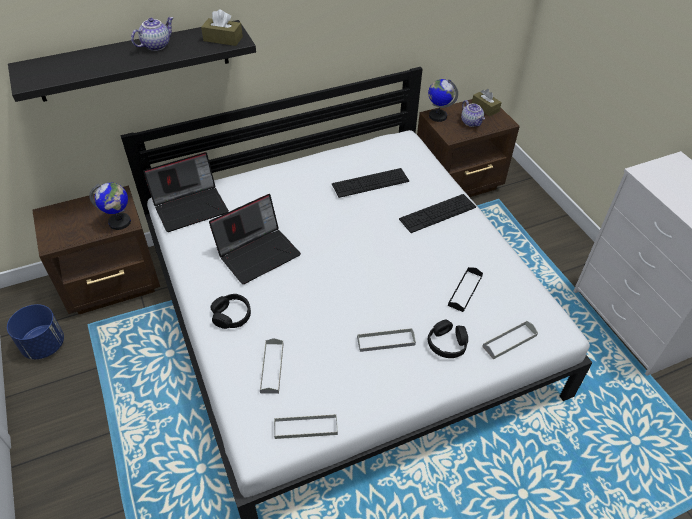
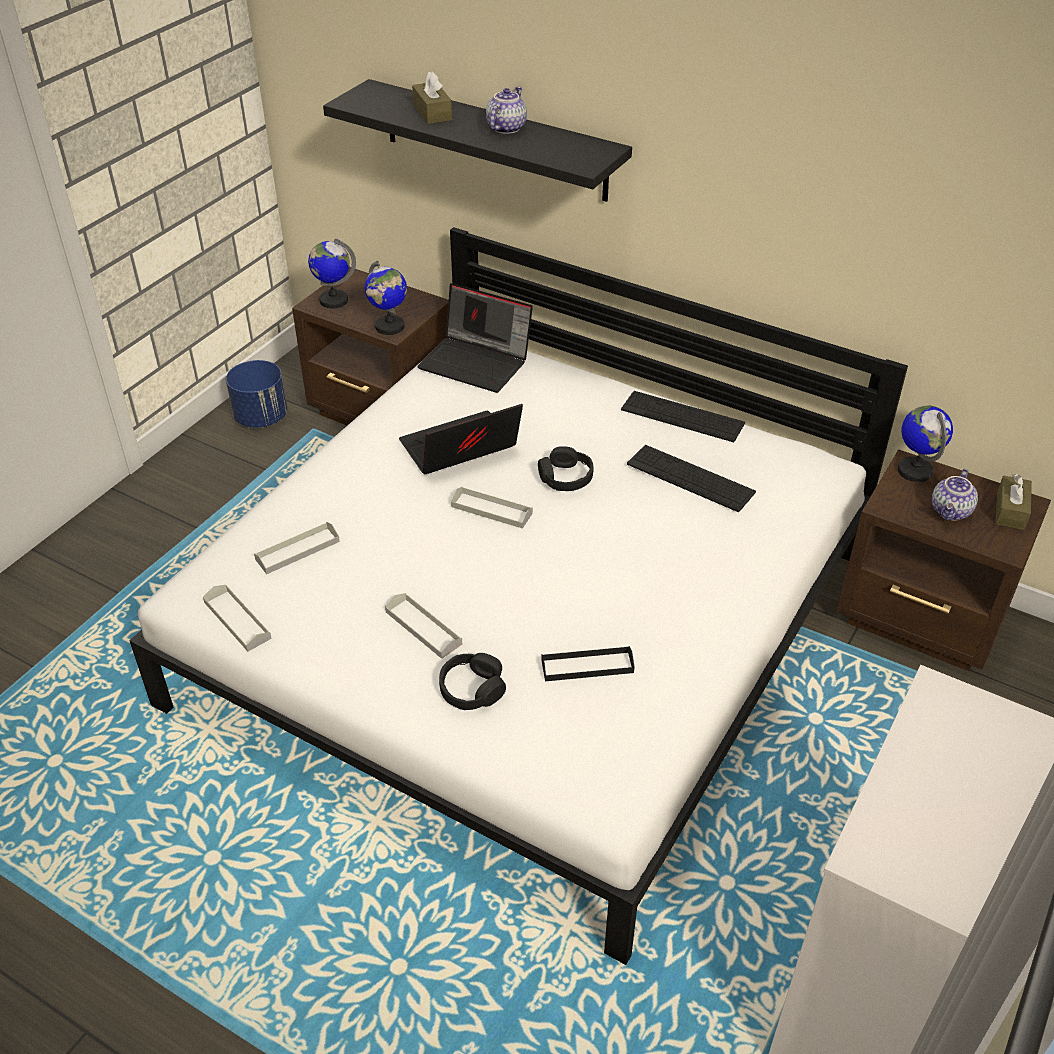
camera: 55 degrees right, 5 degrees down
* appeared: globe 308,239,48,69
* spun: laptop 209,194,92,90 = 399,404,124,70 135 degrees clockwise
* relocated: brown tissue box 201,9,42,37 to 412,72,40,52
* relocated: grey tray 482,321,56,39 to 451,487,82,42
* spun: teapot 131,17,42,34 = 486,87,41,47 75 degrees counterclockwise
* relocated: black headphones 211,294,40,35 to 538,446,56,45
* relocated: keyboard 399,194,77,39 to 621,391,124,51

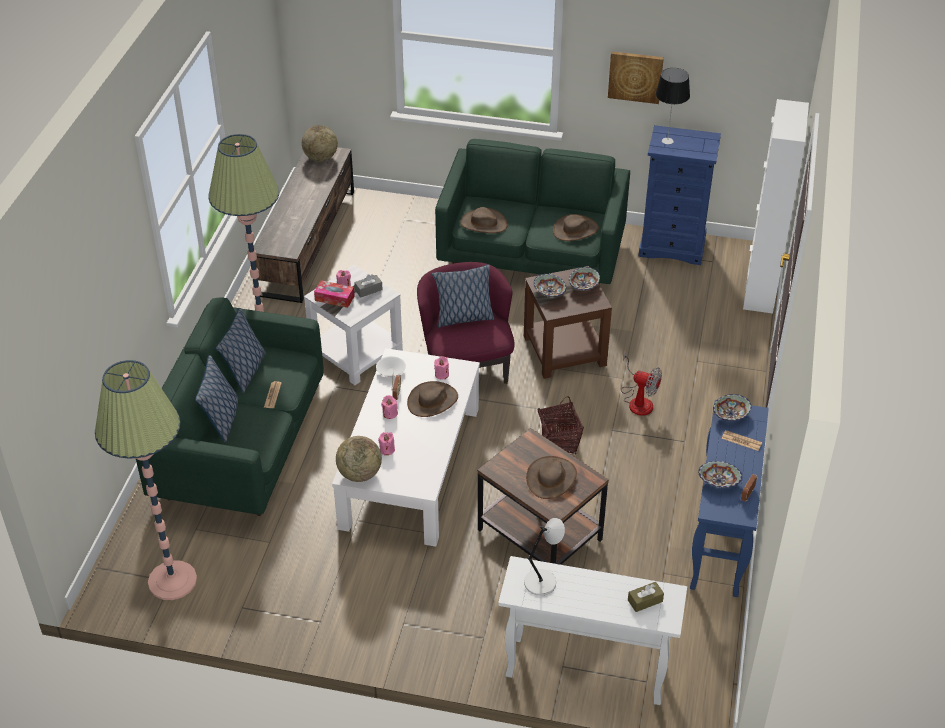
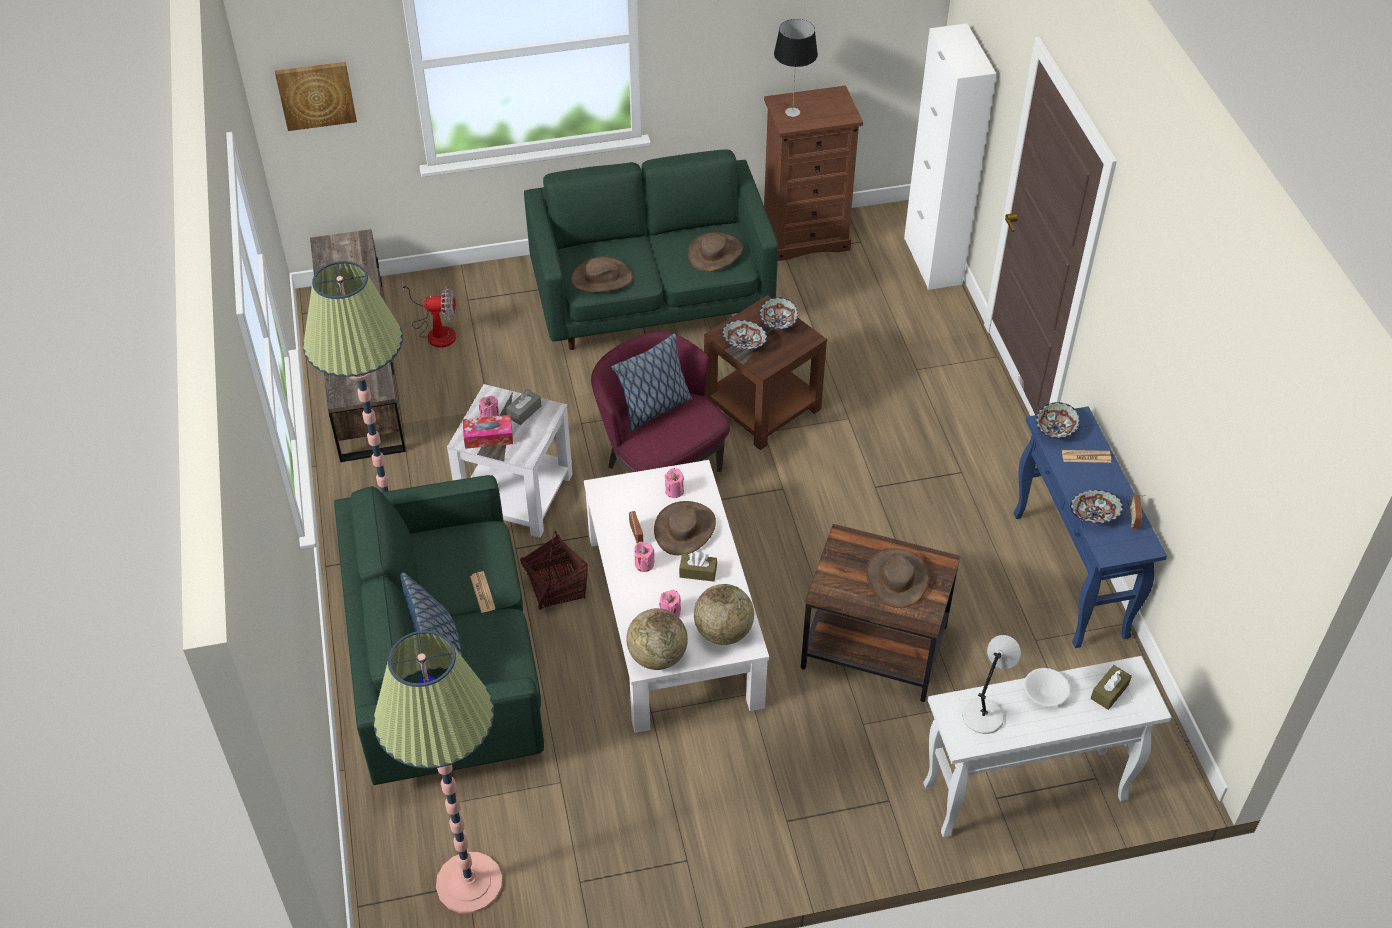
camera: 25 degrees left, 5 degrees up
* relocated: picture 608,51,56,53 to 275,62,82,69
* relocated: fan 621,351,41,65 to 402,280,54,68
* relocated: basket 538,396,46,59 to 520,531,68,79
* appeared: brown tissue box 679,552,38,30
* relocated: globe 302,125,36,37 to 694,584,60,61
* colour: blue dresser 638,125,83,140 to brown dresser 764,85,99,176
* relocated: white bowl 376,356,30,21 to 1024,668,46,38
* missing: pillow 216,308,50,85

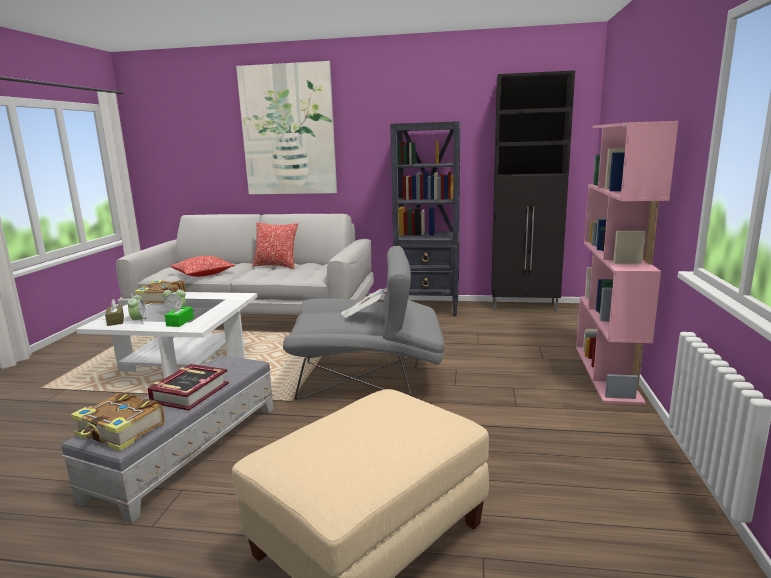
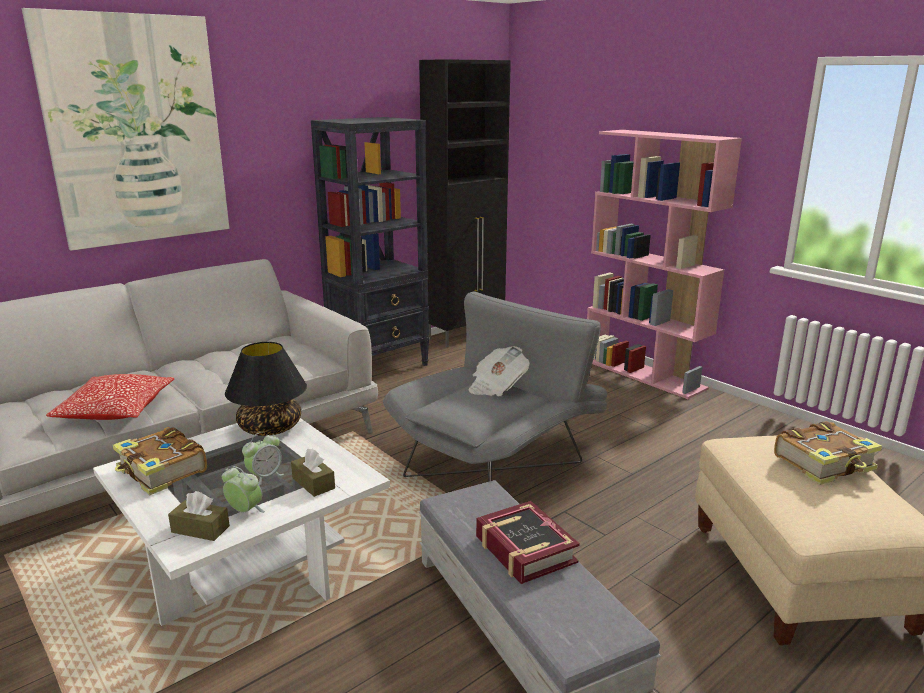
camera: 50 degrees left, 5 degrees up
* appeared: black table lamp 225,342,82,94
* colour: green tissue box 165,300,29,27 to brown tissue box 291,449,44,48
* relocated: book 70,392,95,59 to 774,421,108,64
* missing: pillow 252,222,46,47

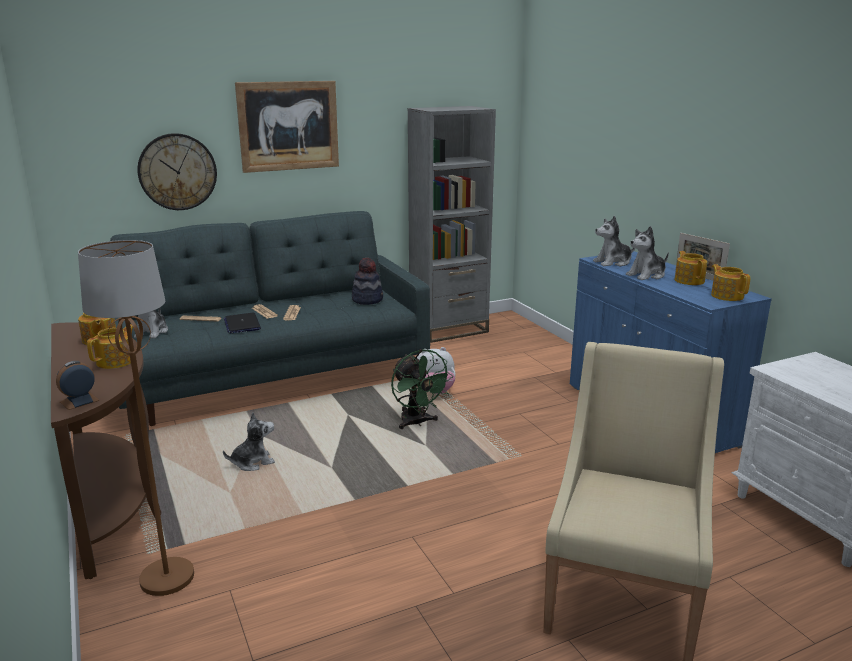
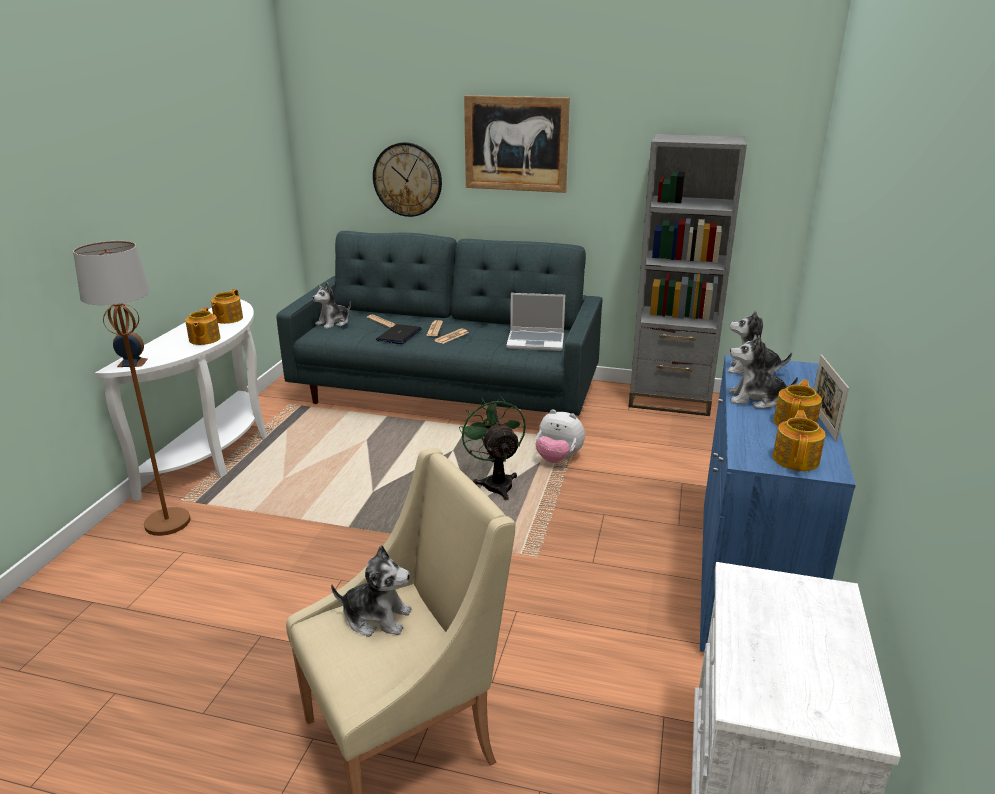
camera: 40 degrees right, 5 degrees up
* colour: brown console table 51,322,110,257 to white console table 95,299,172,202
* spun: teapot 87,324,46,45 = 185,307,35,38 105 degrees clockwise
* relocated: plush toy 223,412,52,59 to 331,545,81,92
* spun: green fan 391,349,62,80 = 459,397,67,103 150 degrees clockwise
* exchanged: hat 352,258,31,47 to laptop 506,293,59,58

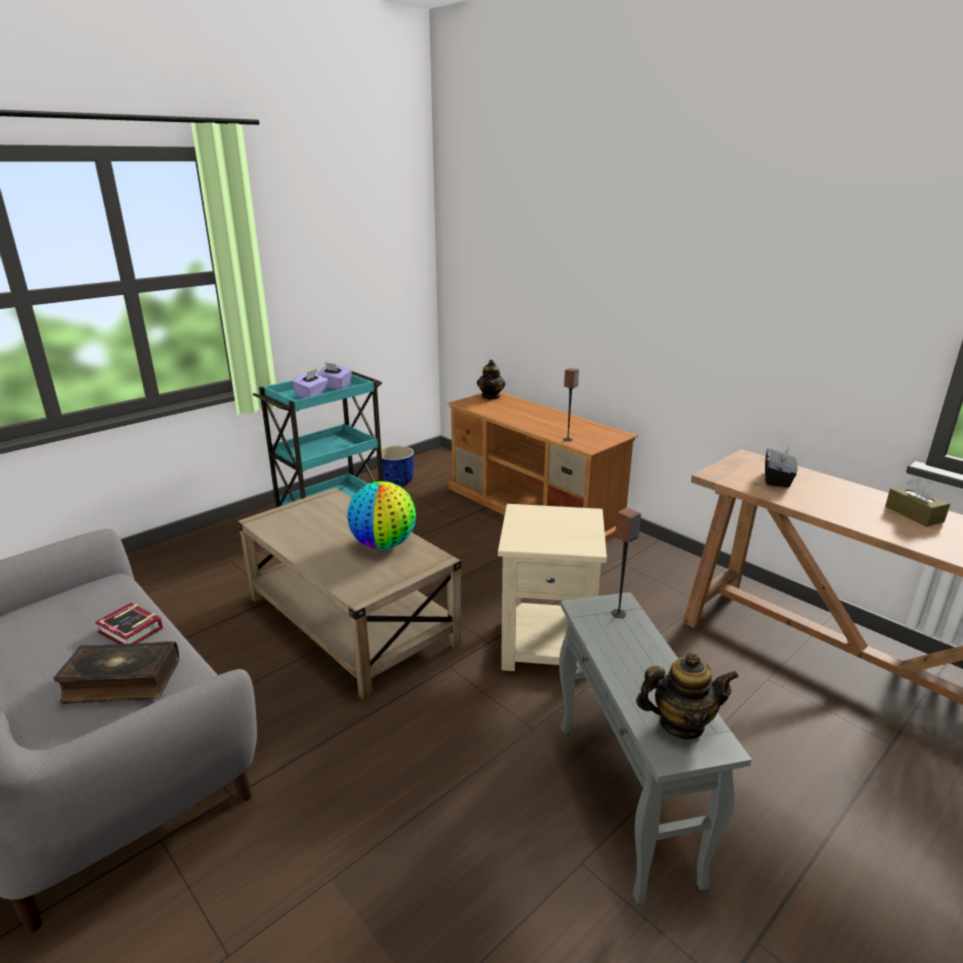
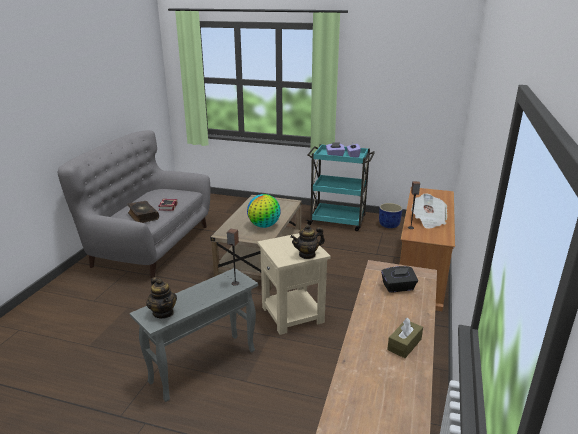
camera: 60 degrees right, 0 degrees up
* relocated: teapot 477,360,29,40 to 290,224,35,35
* appeared: newspaper 411,194,36,35

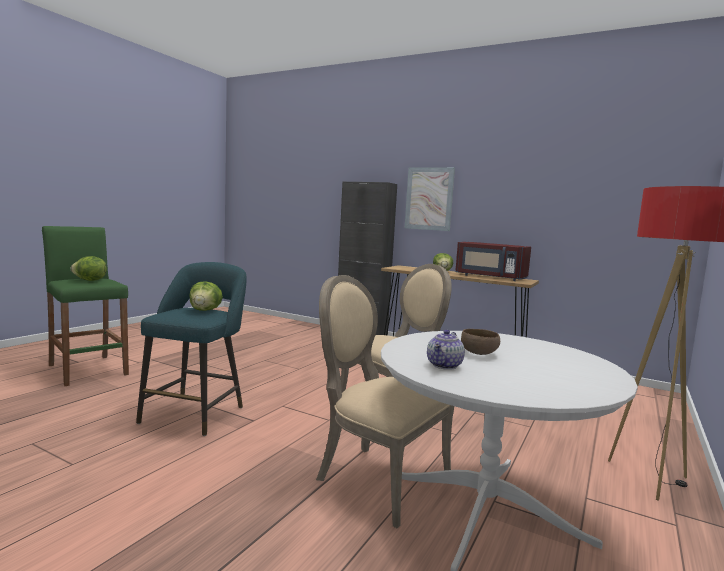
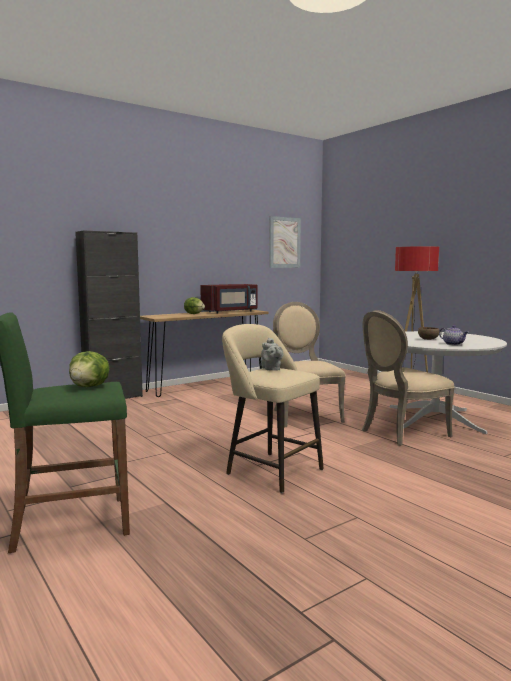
camera: 65 degrees left, 0 degrees up
* colour: turquoise stool 136,262,111,174 to beige stool 222,324,102,169
* exchanged: lettuce 189,281,34,30 to grey teapot 261,338,22,33
* relocated: picture 405,167,50,64 to 269,216,32,52

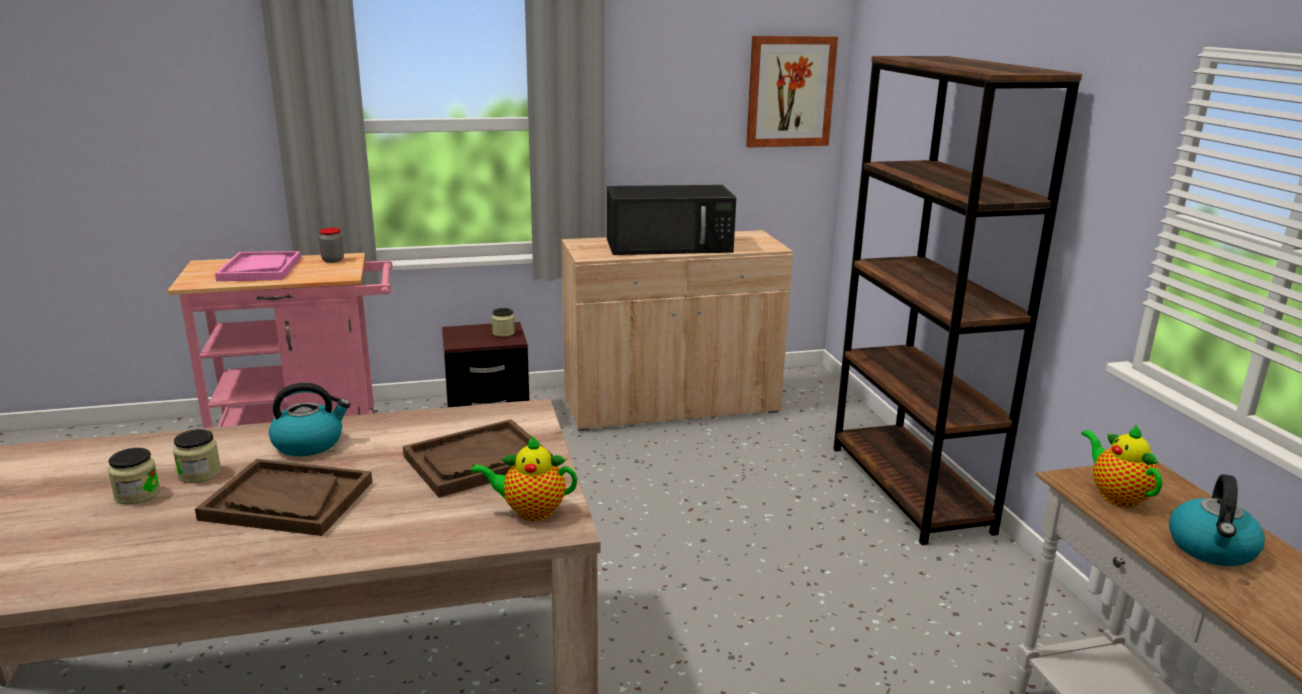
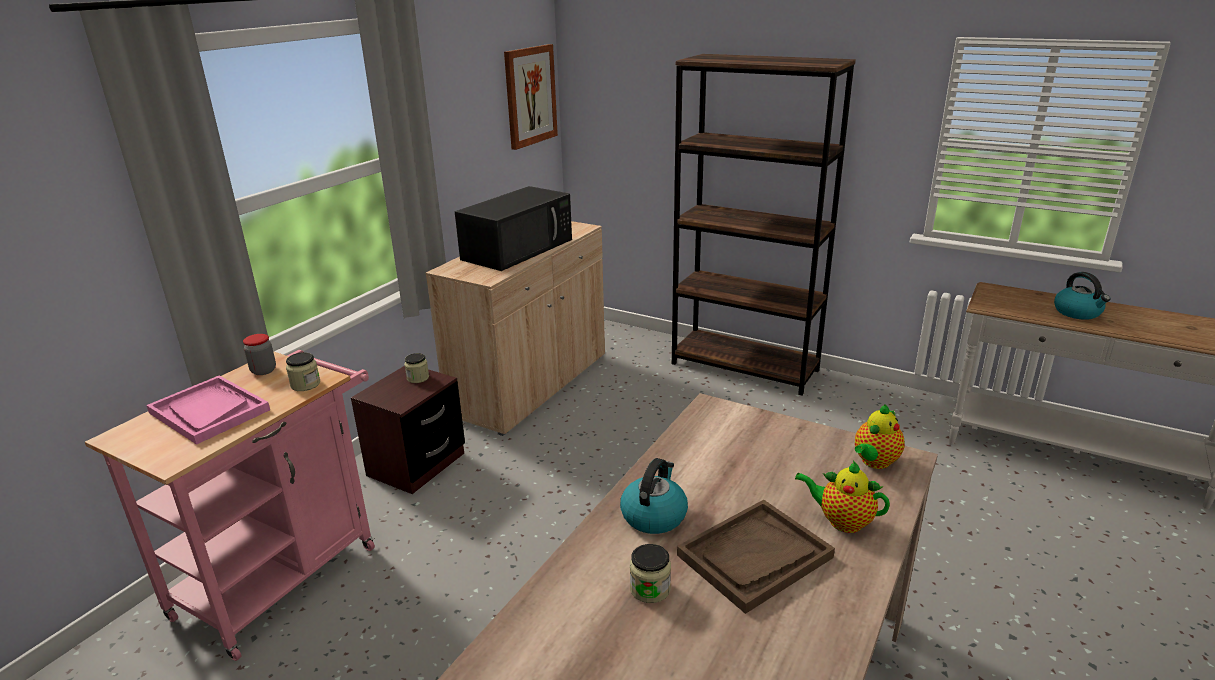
camera: 45 degrees left, 5 degrees up
* relocated: jar 108,448,52,56 to 286,352,34,39
* relocated: teapot 1081,424,81,84 to 795,461,95,72
* missing: brown tray 403,419,150,79

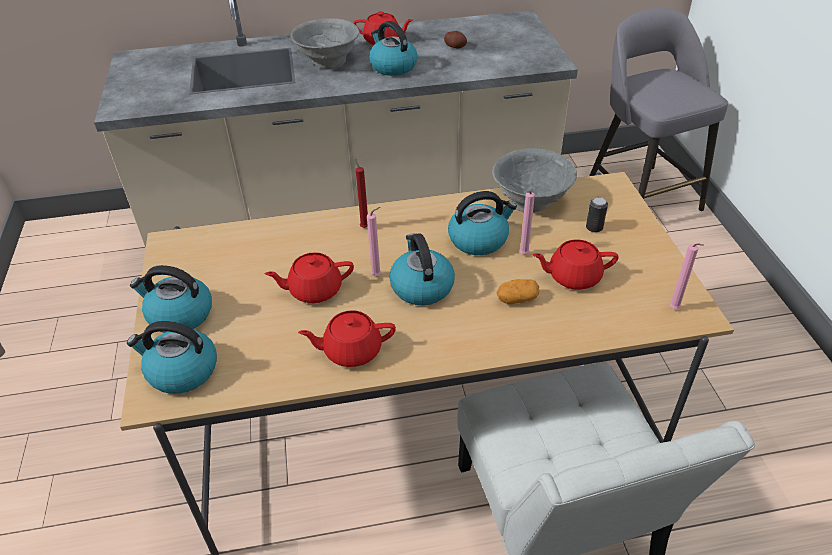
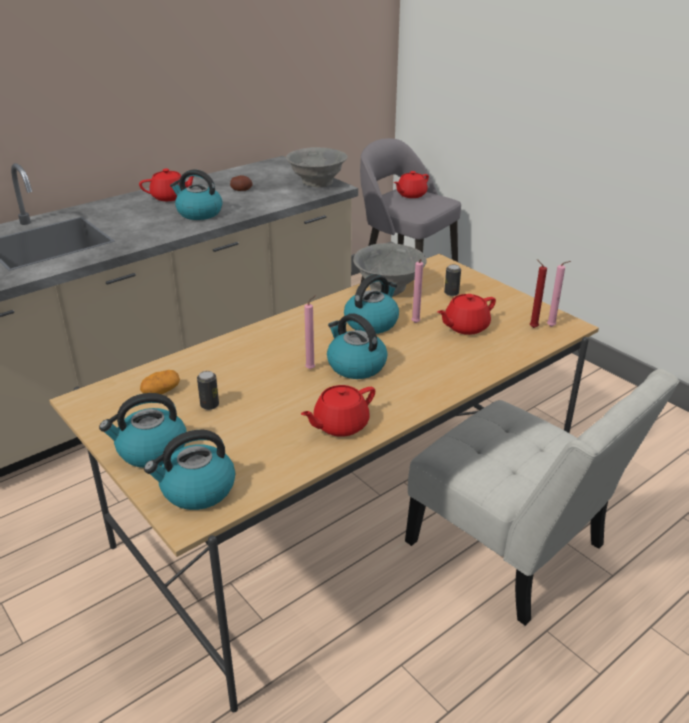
camera: 30 degrees left, 10 degrees down
* relocated: potato 496,279,43,25 to 140,370,40,24
* appeared: can 197,371,22,39
* relocated: grey bowl 291,18,69,51 to 286,147,62,40
* relocated: red teapot 265,252,89,51 to 394,171,35,27
* relocated: red candle 355,158,13,70 to 530,259,17,69

